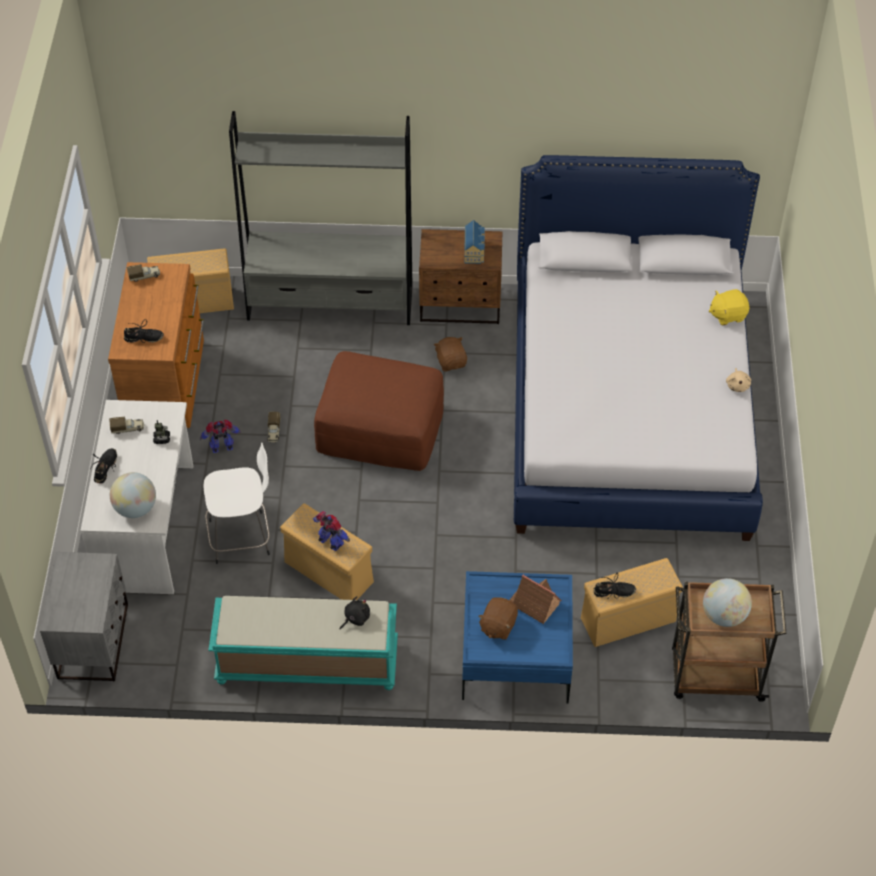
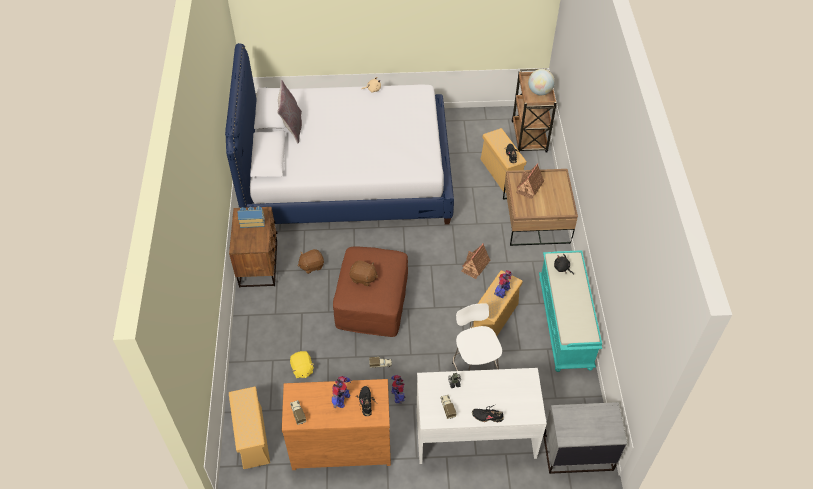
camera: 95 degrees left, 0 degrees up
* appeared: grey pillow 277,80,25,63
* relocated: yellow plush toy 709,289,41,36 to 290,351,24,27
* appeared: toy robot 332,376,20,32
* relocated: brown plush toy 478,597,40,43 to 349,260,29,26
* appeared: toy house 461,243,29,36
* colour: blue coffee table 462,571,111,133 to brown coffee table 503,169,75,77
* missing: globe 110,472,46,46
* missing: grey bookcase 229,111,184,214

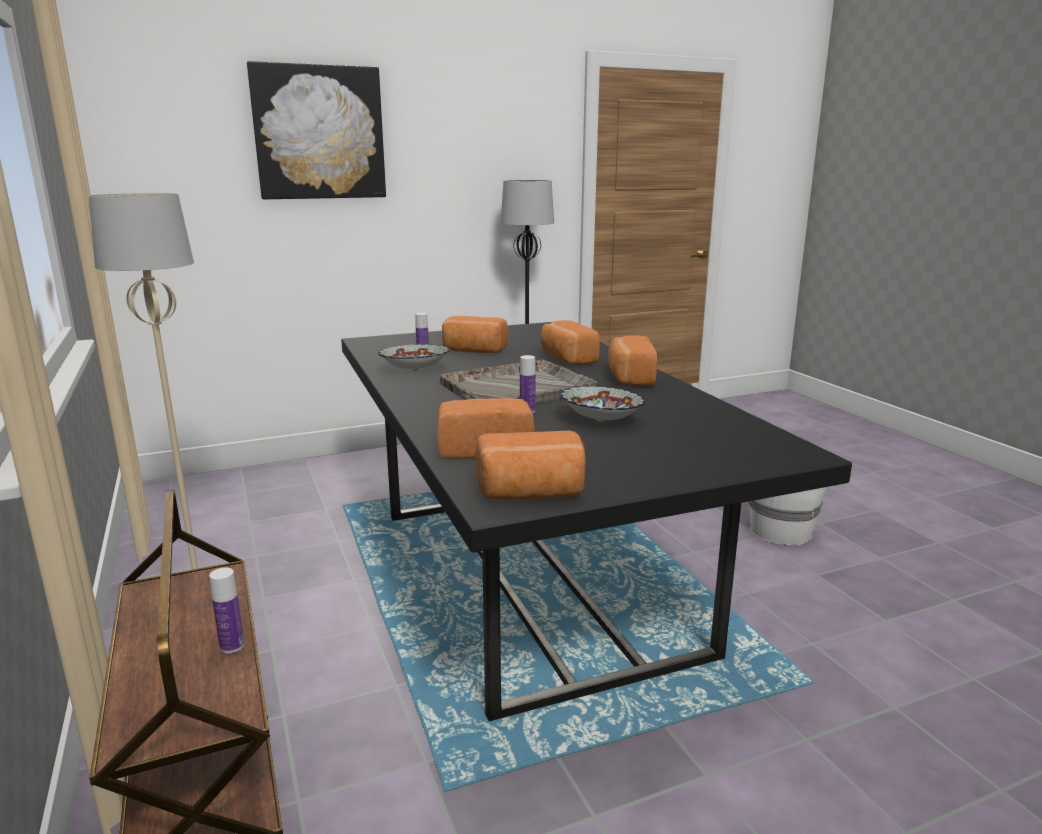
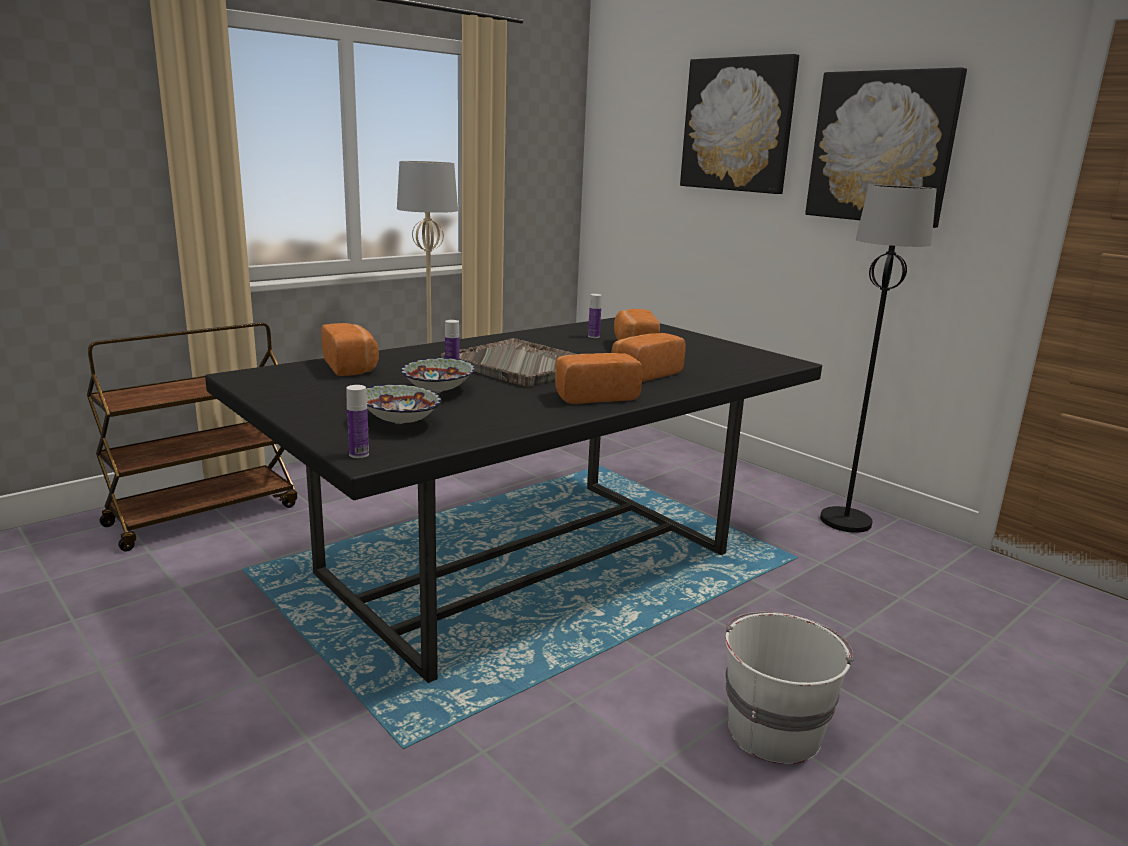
camera: 70 degrees right, 0 degrees up
* relocated: bottle 209,567,35,86 to 346,385,23,73
* relocated: bowl 378,344,72,27 to 366,384,75,40
* appeared: picture 805,67,162,161
* missing: bread 476,431,109,69

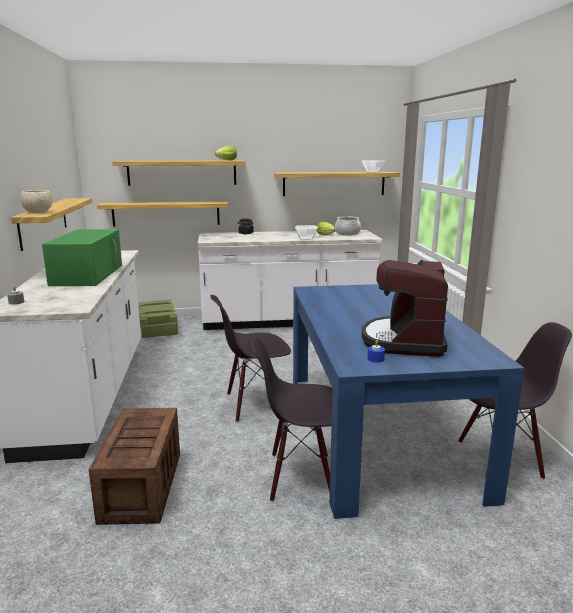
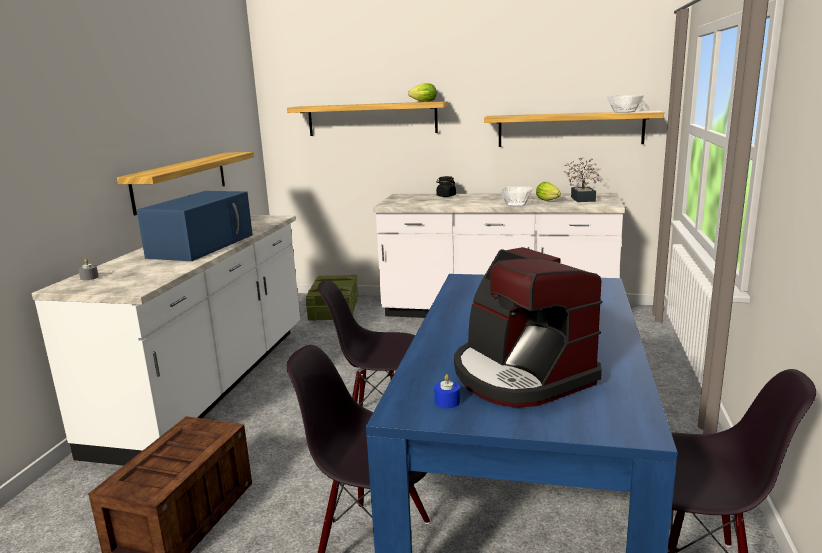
camera: 20 degrees right, 0 degrees up
* colour: green microwave 42,229,80,57 to blue microwave 137,191,116,70
* spun: coffee machine 361,260,87,97 = 454,247,149,161 60 degrees counterclockwise
* exchanged: cooking pot 335,216,26,19 to potted plant 564,158,38,44
* missing: beige bowl 20,190,33,23
* missing: shelf 97,201,131,25

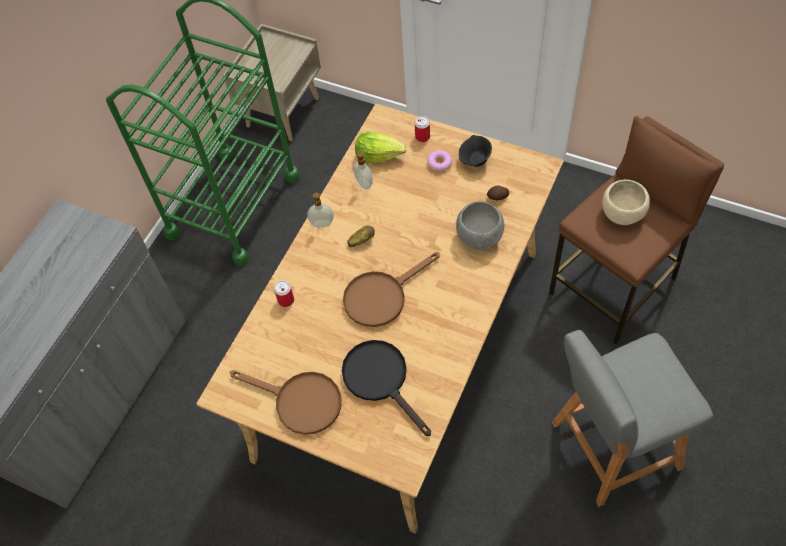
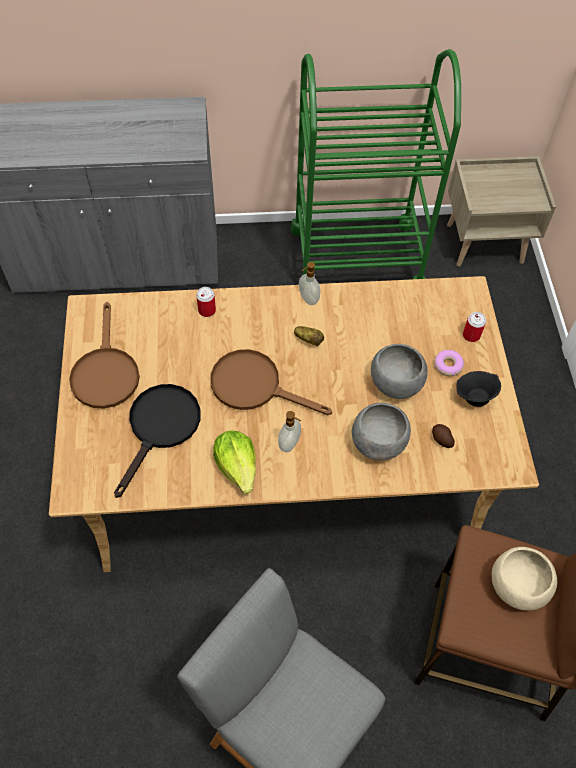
camera: 55 degrees right, 0 degrees up
* relocated: lettuce 355,131,51,32 to 213,431,43,63
* relocated: soap dispenser 353,151,20,38 to 278,411,23,41
* appeared: grey bowl 371,344,57,55

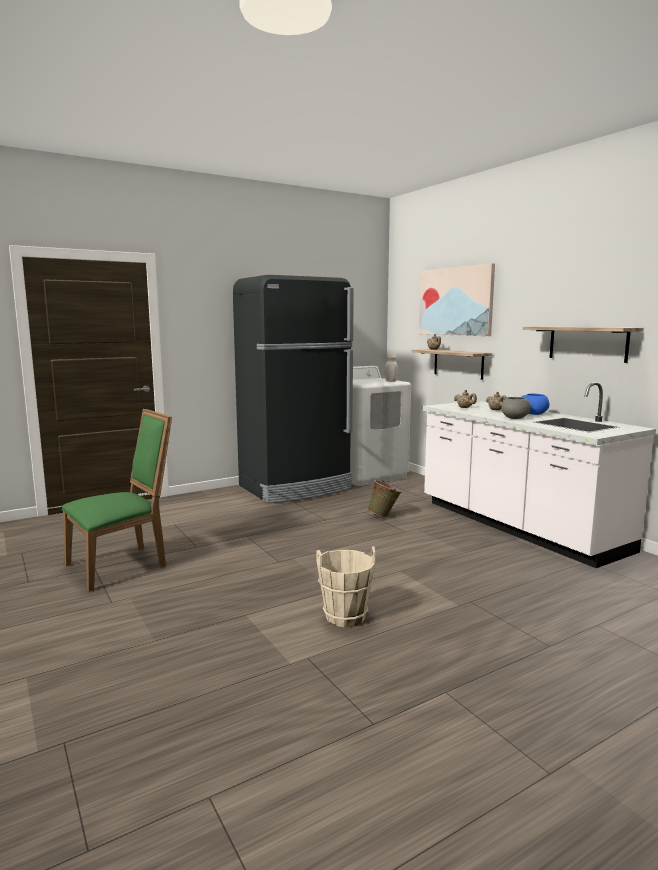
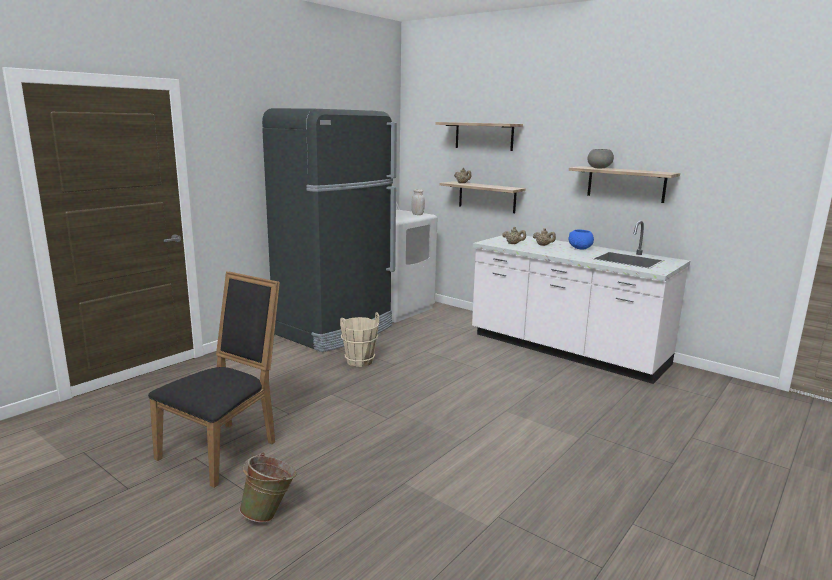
camera: 20 degrees left, 5 degrees up
* colour: green chair 62,409,110,183 to black chair 148,271,132,217
* relocated: green bucket 368,480,34,37 to 239,452,57,71
* relocated: beige bucket 316,546,59,81 to 340,312,39,55
* exchanged: picture 418,263,77,73 to shelf 435,122,88,29
* relocated: grey bowl 501,397,30,22 to 587,149,27,19

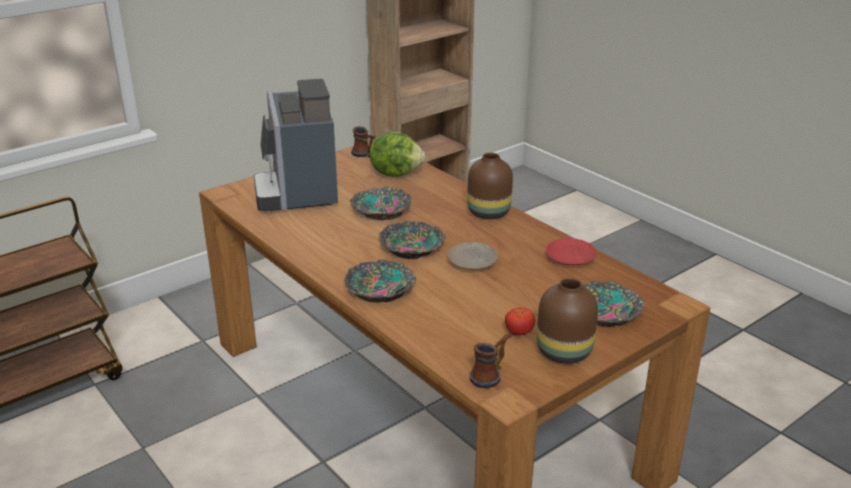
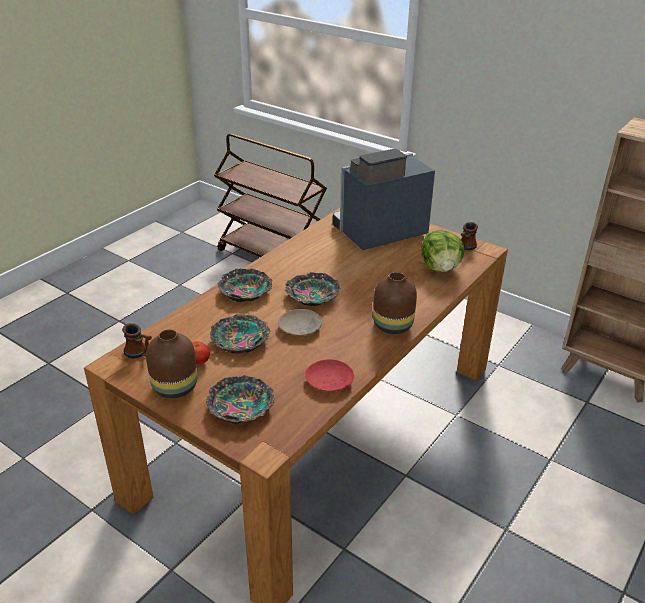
camera: 75 degrees right, 5 degrees up
* relocated: bowl 350,187,62,33 to 210,314,60,40

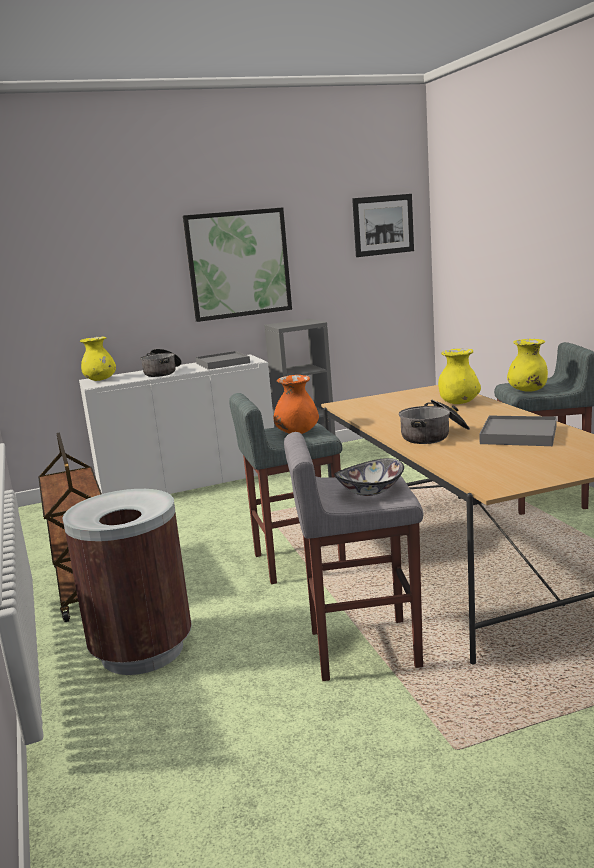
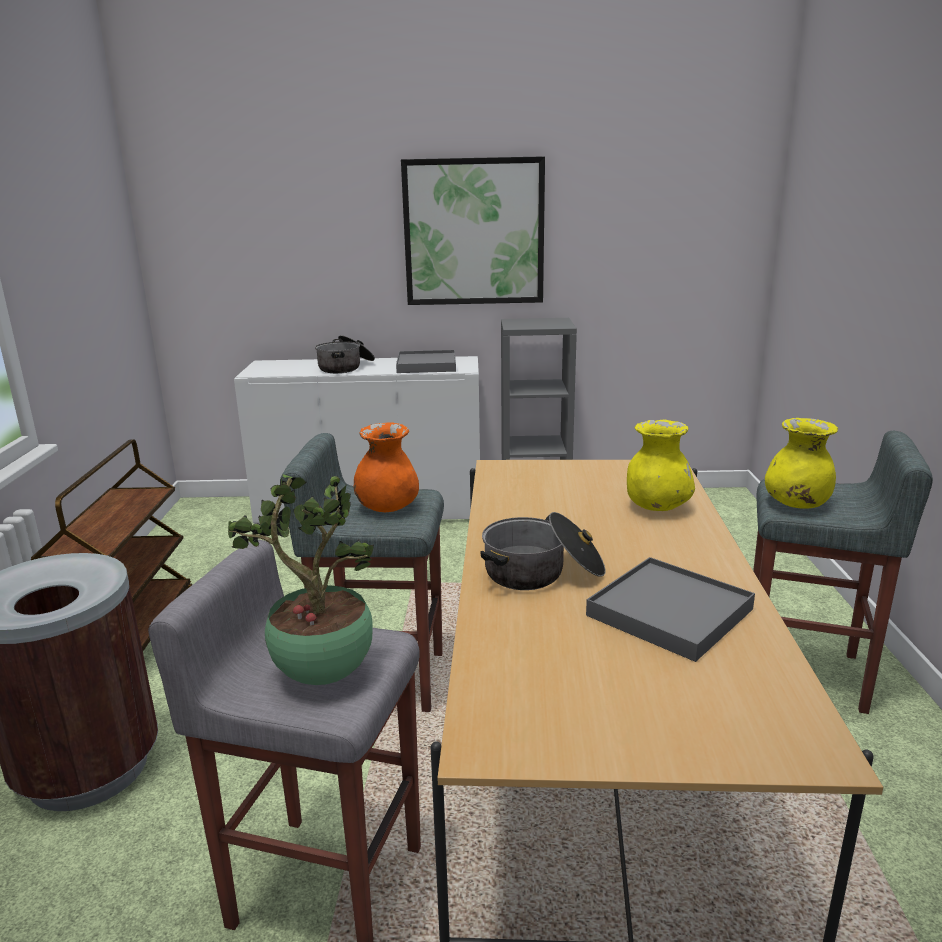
camera: 20 degrees right, 5 degrees up
* exchanged: bowl 334,458,70,38 to potted plant 228,474,146,211
* missing: yellow vase 80,337,36,44
* missing: picture 352,194,62,63

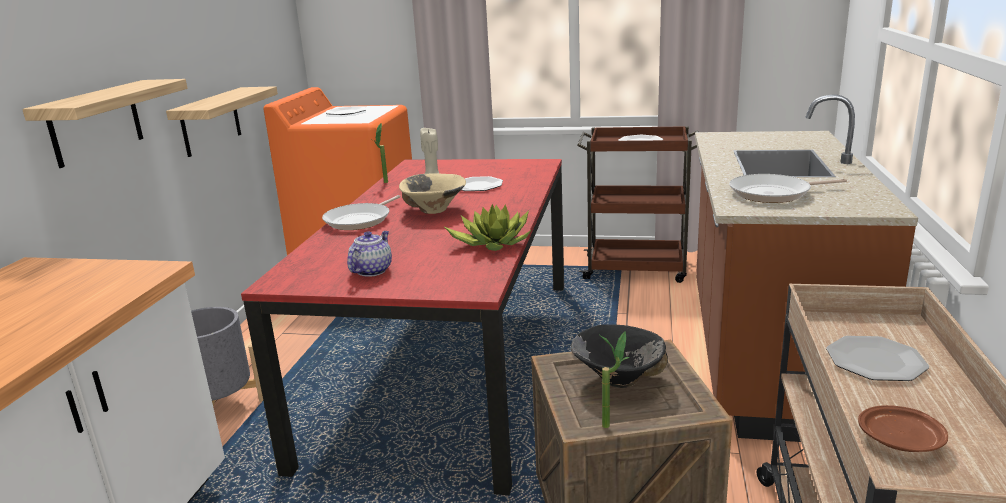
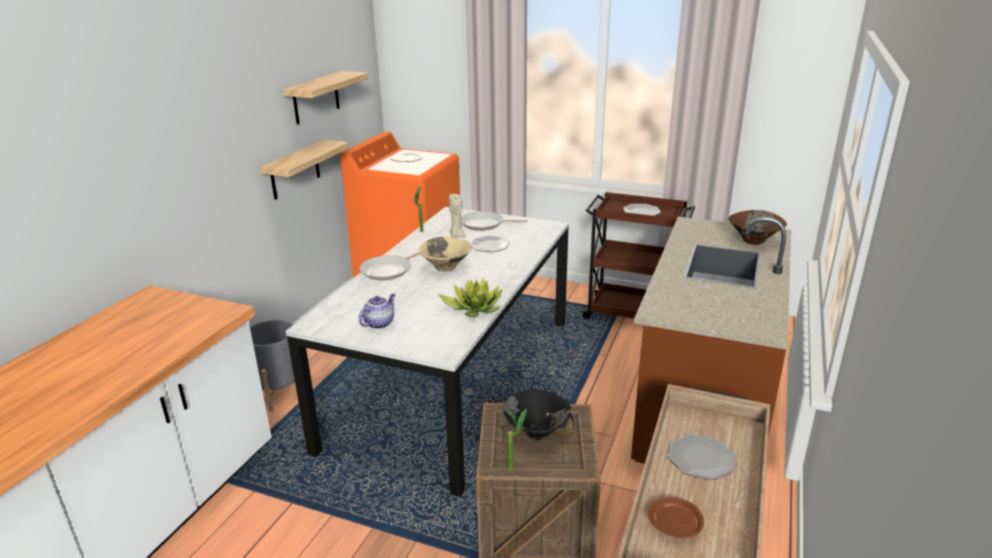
camera: 10 degrees right, 5 degrees up
* relocated: shelf 22,79,166,89 to 283,71,86,53
* colour: red dining table 241,159,323,336 to white dining table 286,207,283,290
* relocated: frying pan 729,174,118,29 to 461,211,67,20
* appeared: brown bowl 729,210,58,35

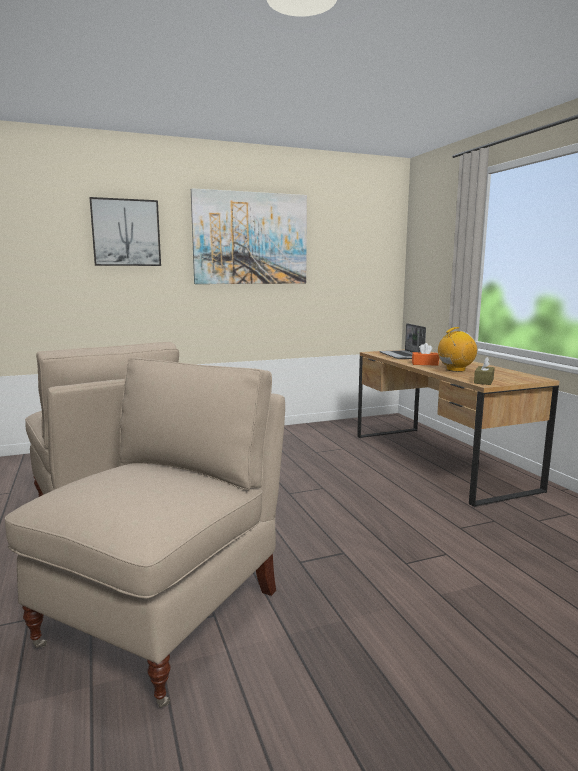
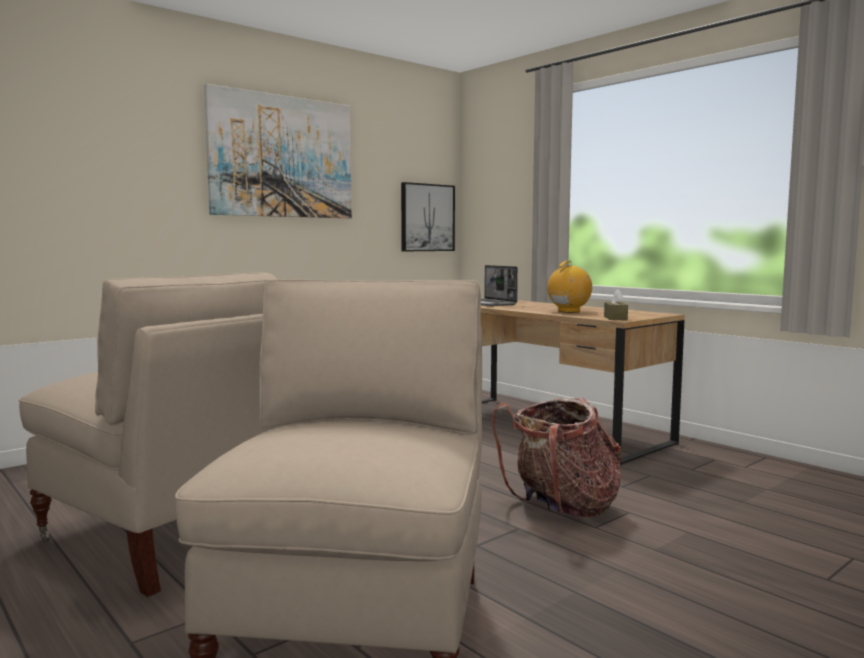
camera: 20 degrees left, 5 degrees down
* relocated: picture 90,197,71,69 to 401,182,54,69
* appeared: backpack 492,397,129,120
* missing: orange tissue box 412,343,27,23

